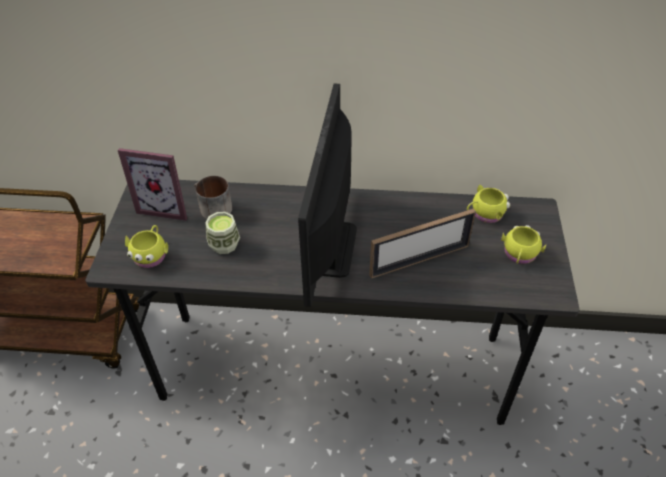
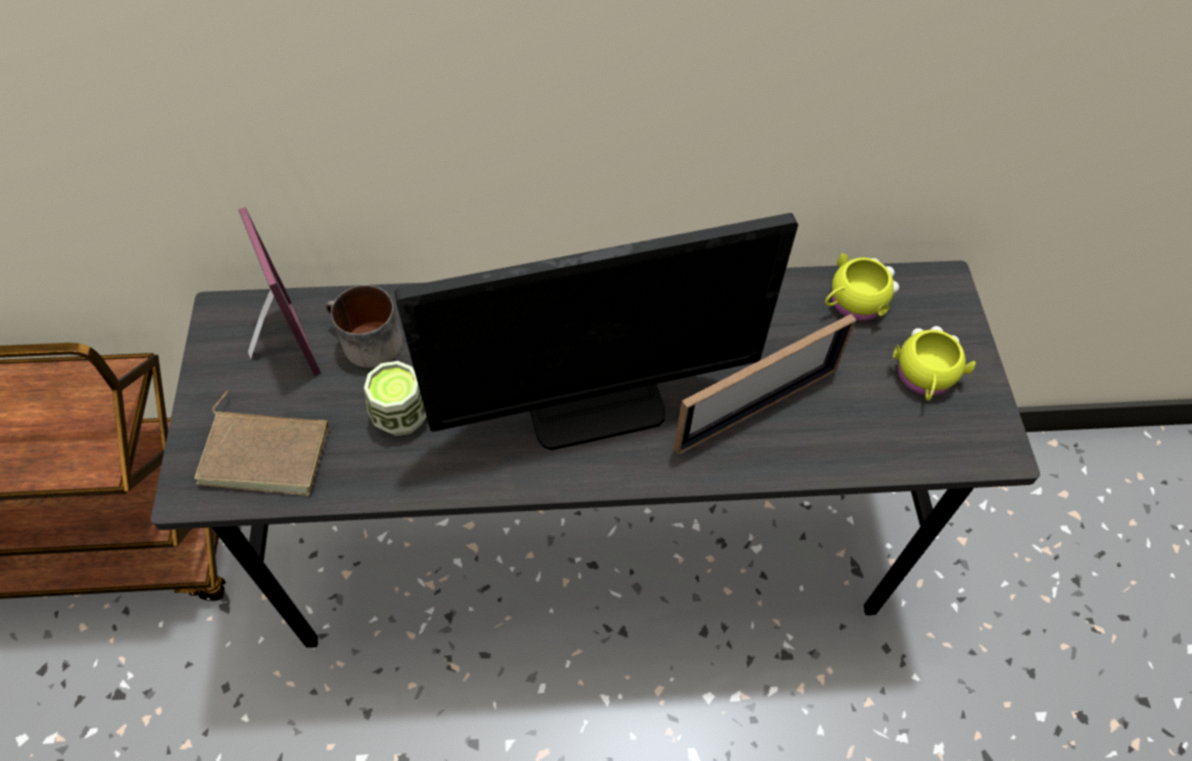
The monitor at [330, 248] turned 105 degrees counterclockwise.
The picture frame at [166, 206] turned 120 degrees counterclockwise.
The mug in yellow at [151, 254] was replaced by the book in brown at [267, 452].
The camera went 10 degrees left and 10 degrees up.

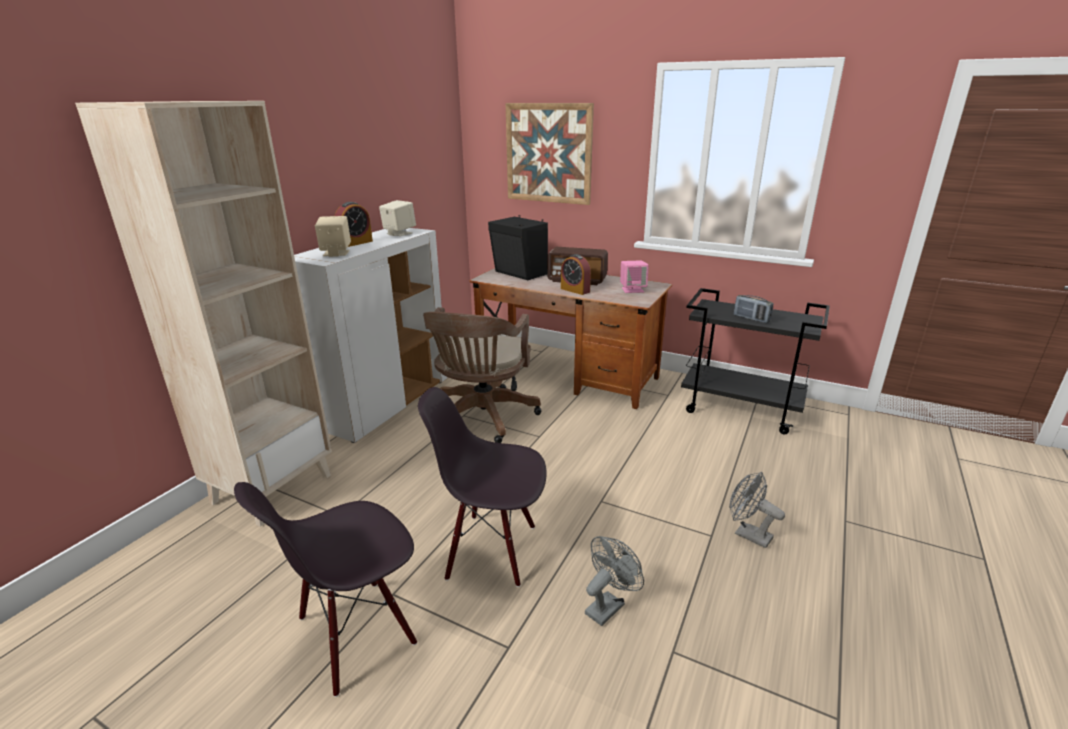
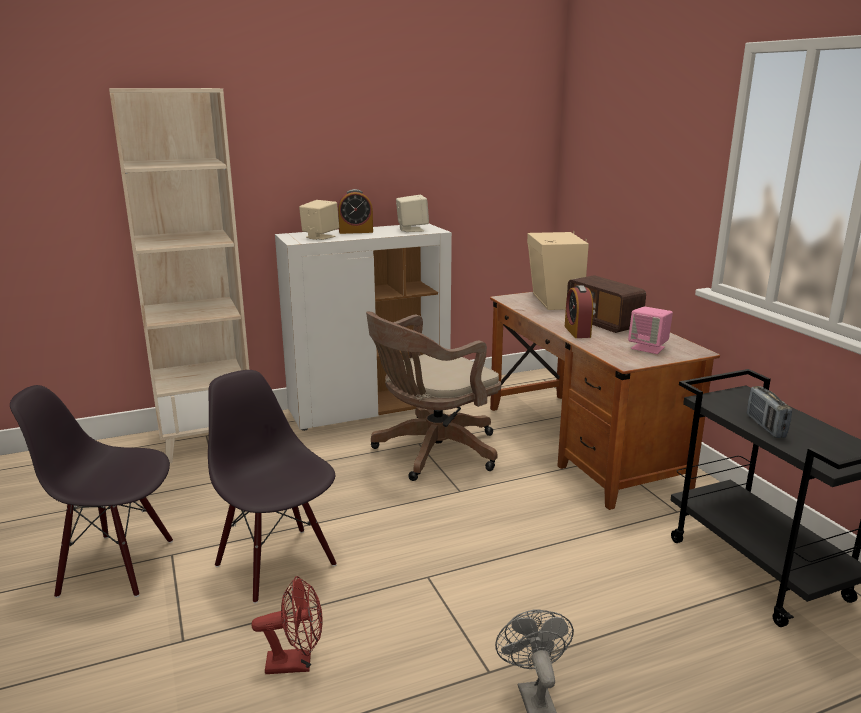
The picture at [548, 153] disappeared.
The speaker in black at [520, 273] became the speaker in beige at [554, 301].
The fan in grey at [608, 605] became the fan in red at [296, 663].
The camera went 40 degrees right and 5 degrees down.

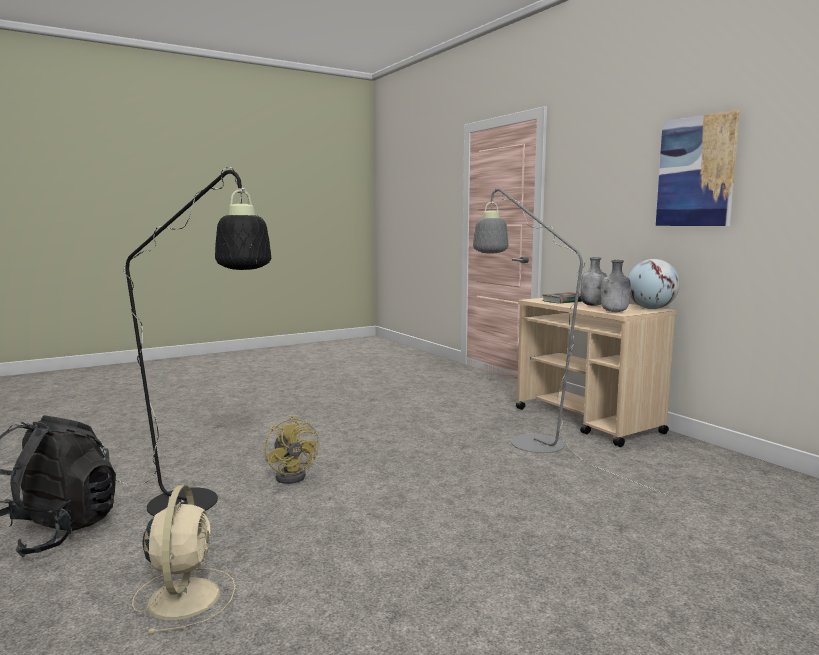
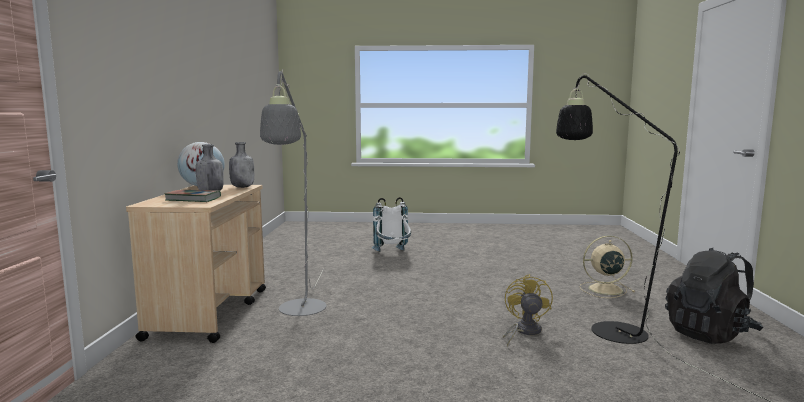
The picture at [696, 171] disappeared.
The fan in beige at [185, 596] turned 60 degrees clockwise.
The backpack in white at [393, 254] appeared.
The camera went 145 degrees left and 0 degrees up.

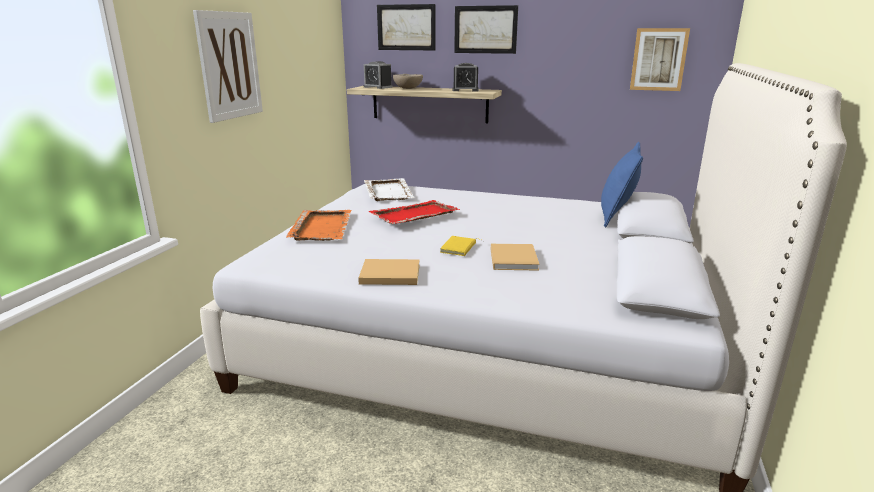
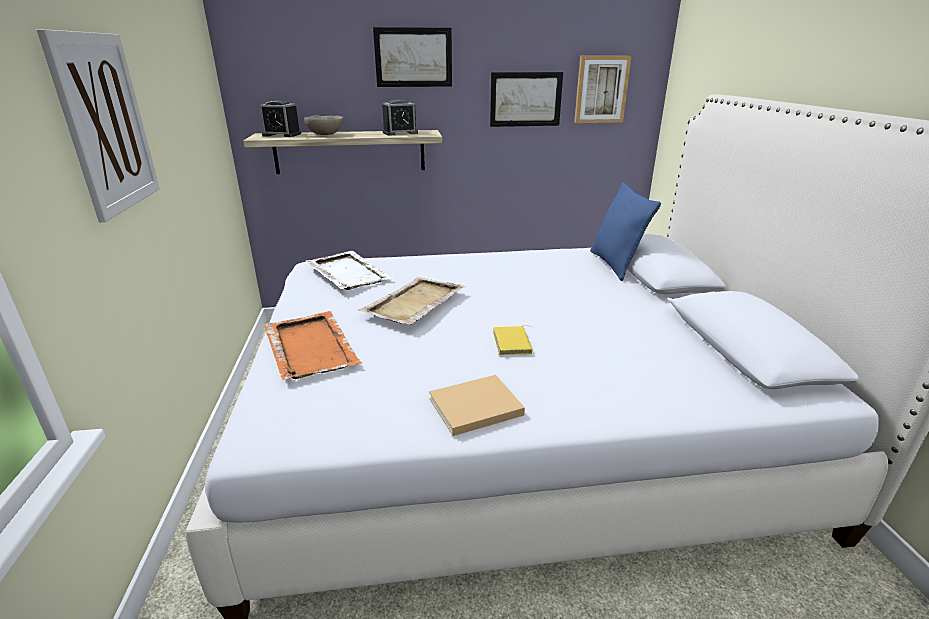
The picture moved from [406, 27] to [525, 99].
The tray in red at [413, 215] became the tray in beige at [413, 303].
The book in beige at [513, 258] disappeared.
The camera went 25 degrees left and 5 degrees up.

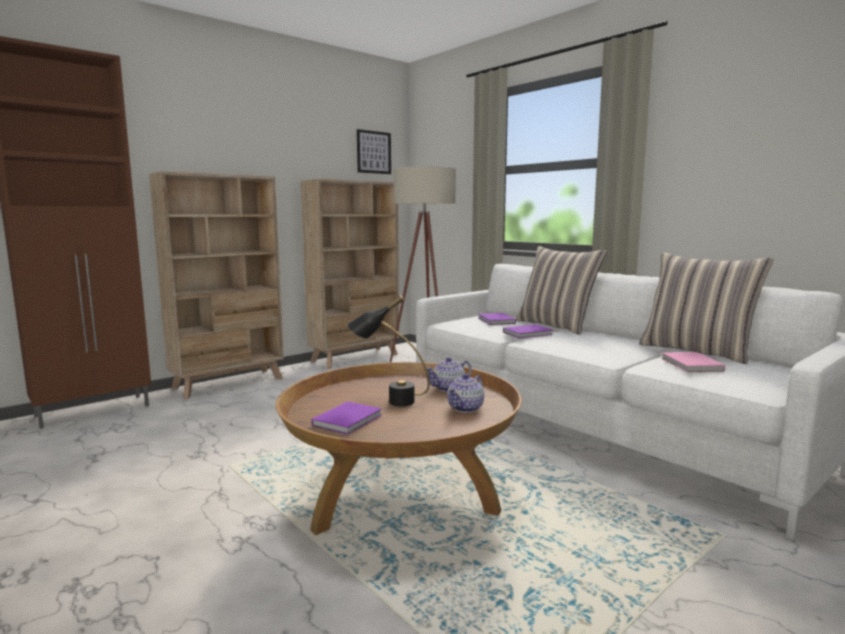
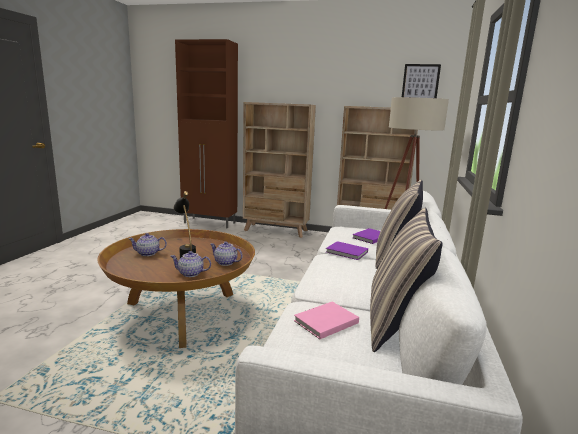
The book in purple at [349, 420] was replaced by the teapot at [148, 253].
The camera went 55 degrees right and 5 degrees up.

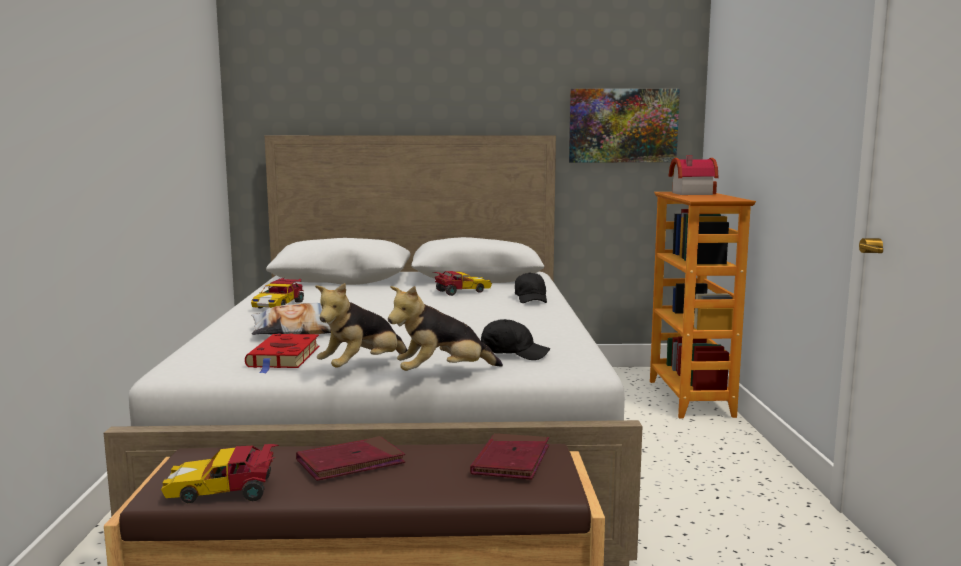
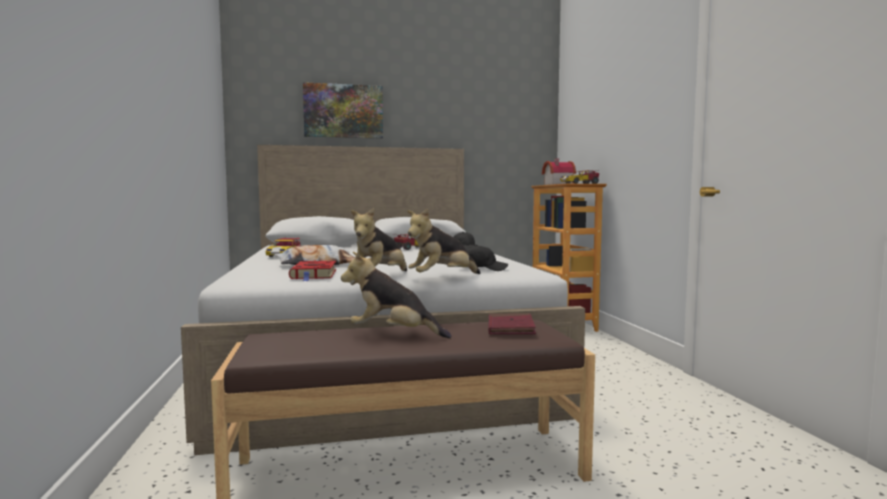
The picture moved from [623, 125] to [343, 111].
The book in red at [350, 463] was replaced by the plush toy at [393, 334].
The toy car moved from [225, 491] to [580, 184].
The camera went 10 degrees left and 5 degrees down.

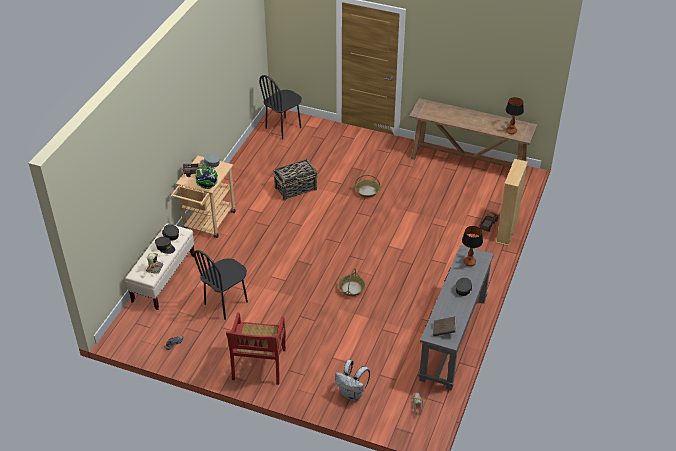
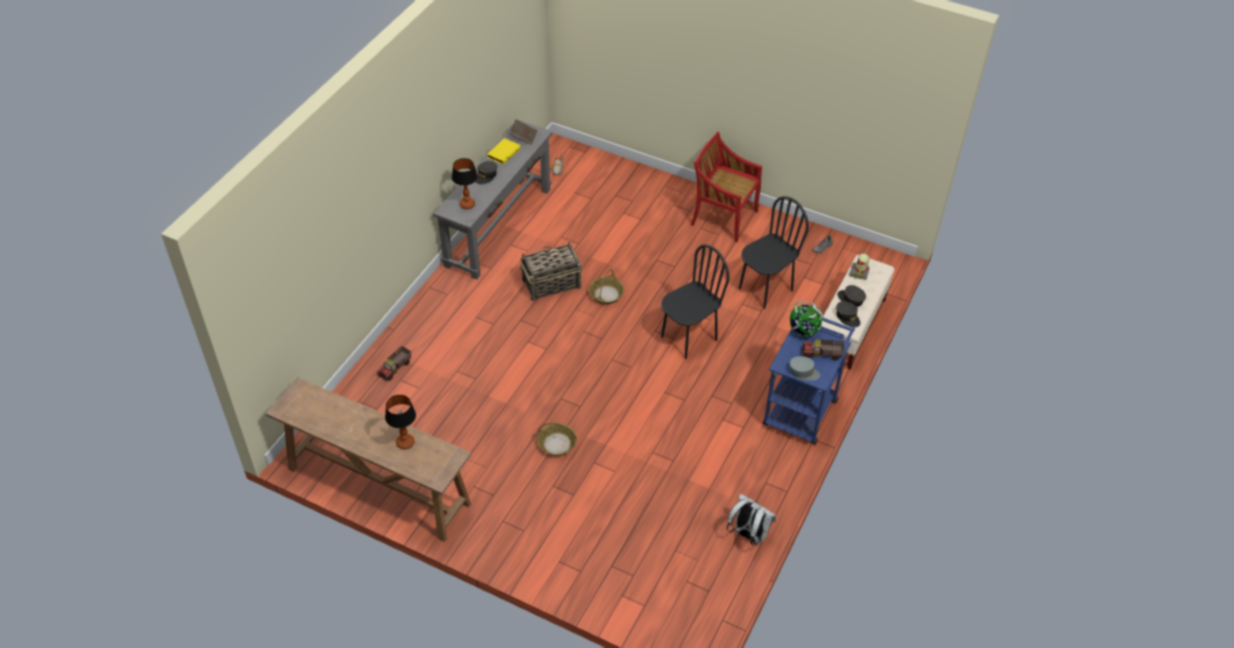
The chair in black moved from [283, 128] to [688, 338].
The table lamp moved from [511, 131] to [405, 443].
The cart in beige at [207, 223] became the cart in blue at [802, 407].
The basket moved from [296, 188] to [551, 284].
The bookcase in beige at [507, 231] disappeared.
The chair in red at [259, 365] turned 75 degrees counterclockwise.
The backpack in white moved from [352, 394] to [748, 535].
The book in yellow at [503, 152] appeared.
The camera went 175 degrees left and 5 degrees up.

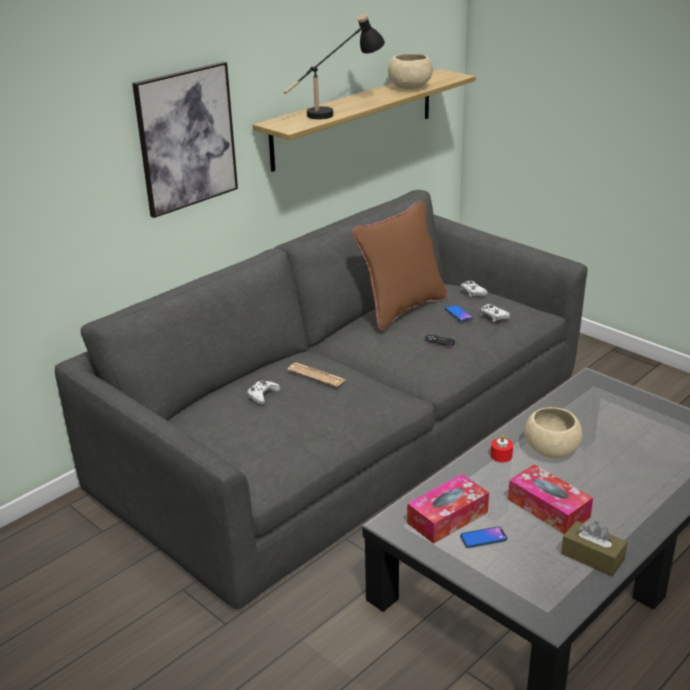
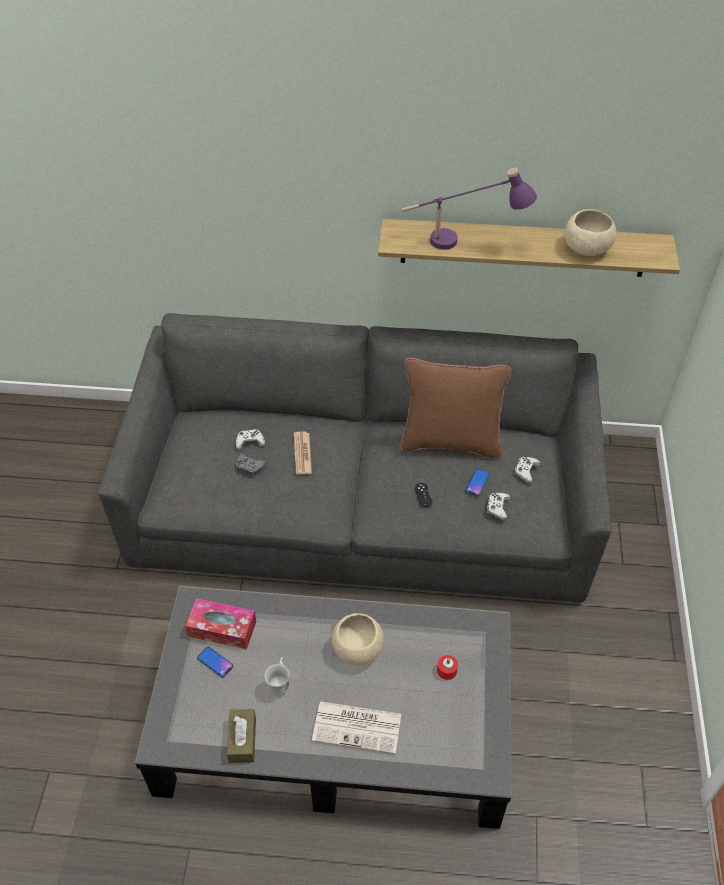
The table lamp in black at [335, 111] became the table lamp in purple at [463, 243].
The picture at [186, 138] disappeared.
The candle in red moved from [501, 455] to [447, 670].
The tissue box at [548, 508] was replaced by the mug in white at [280, 684].
The game controller in grey at [249, 467] appeared.
The newspaper at [358, 727] appeared.
The camera went 50 degrees right and 20 degrees up.

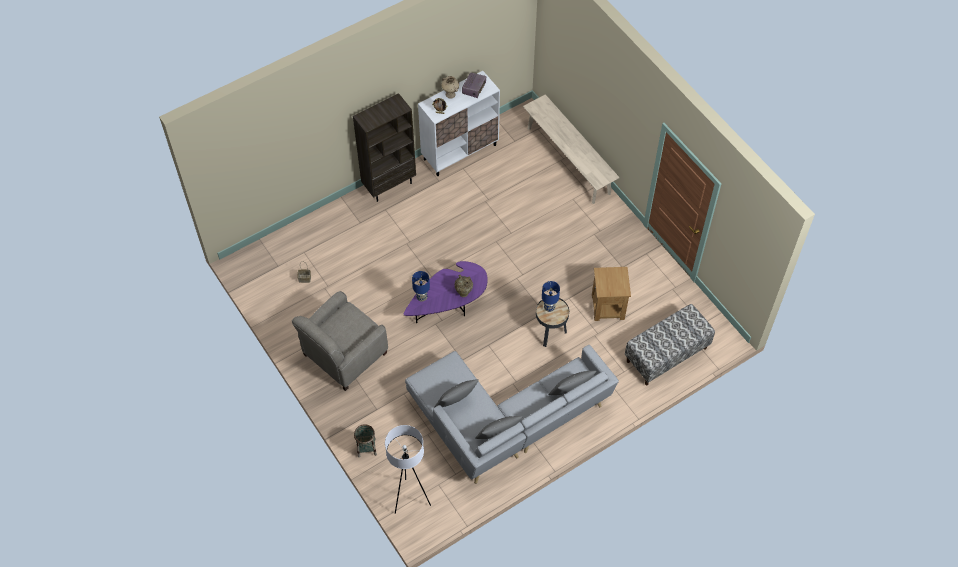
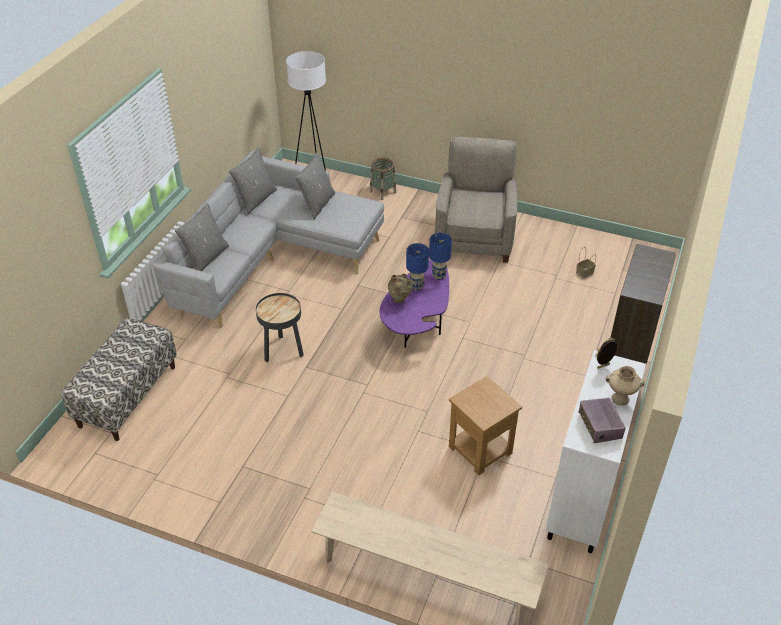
The side table in brown moved from [608, 307] to [479, 449].
The table lamp in blue moved from [549, 308] to [416, 286].
The camera went 145 degrees right and 15 degrees down.

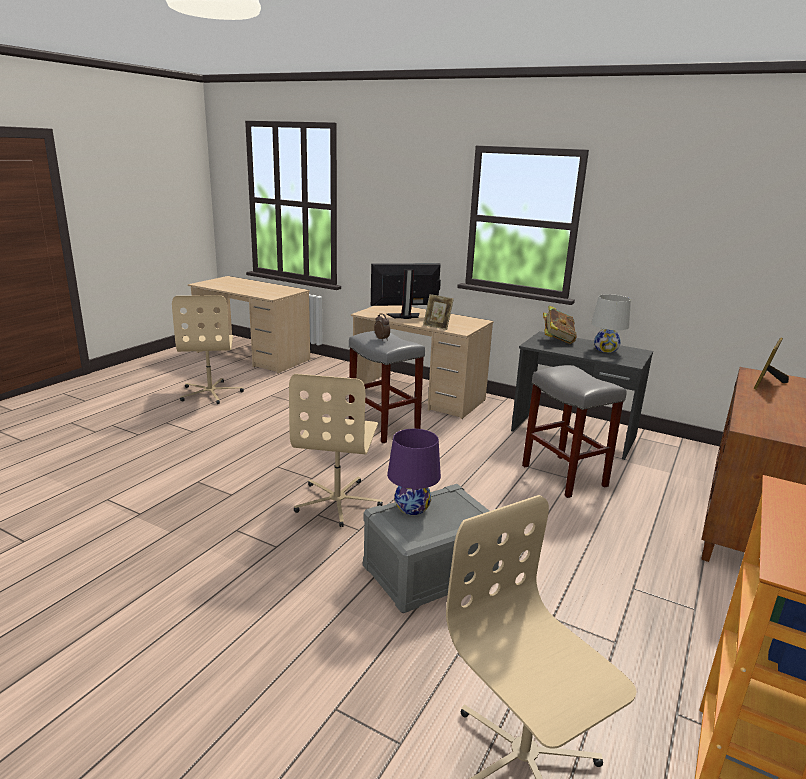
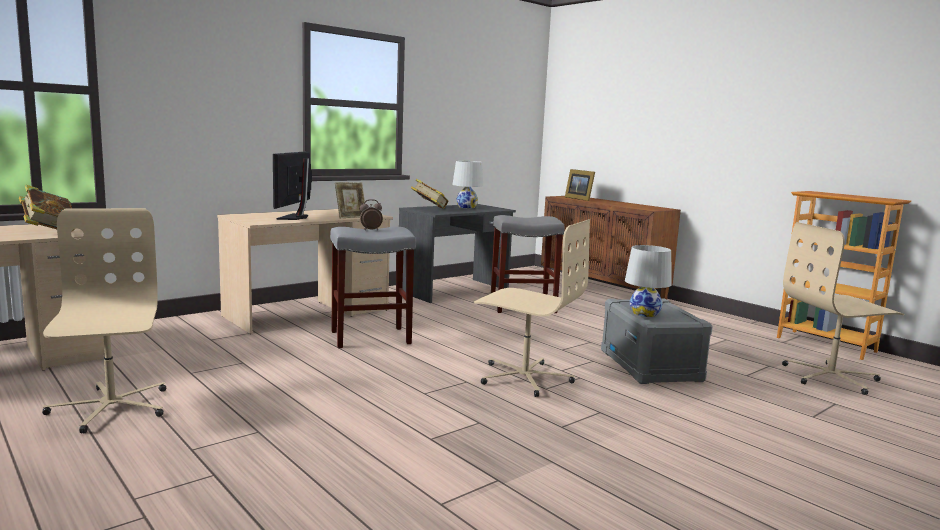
The office chair in beige at [211, 393] turned 120 degrees counterclockwise.
The table lamp in purple at [412, 507] became the table lamp in white at [644, 313].
The book at [49, 231] appeared.
The camera went 70 degrees left and 10 degrees down.

